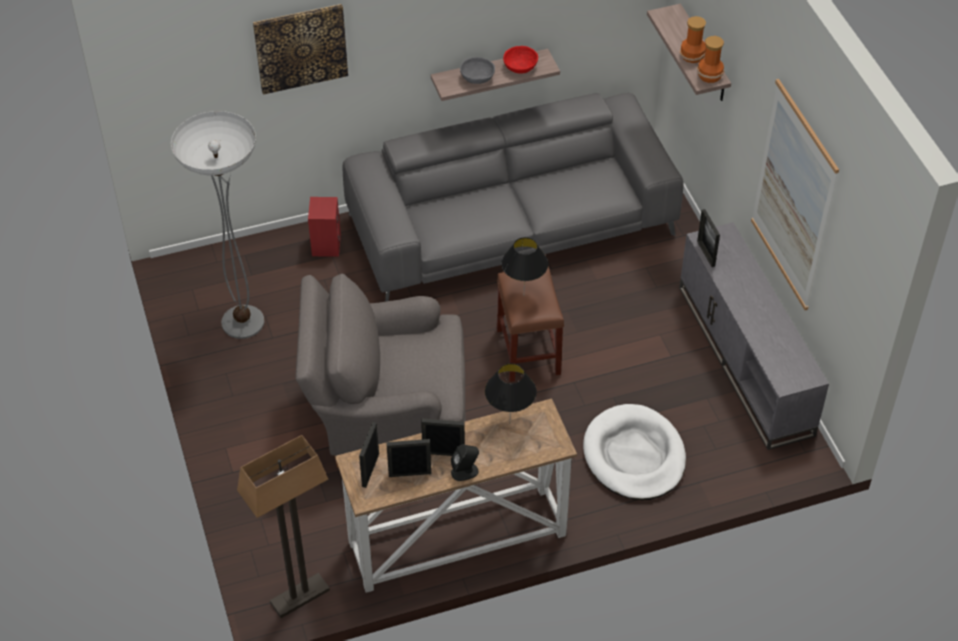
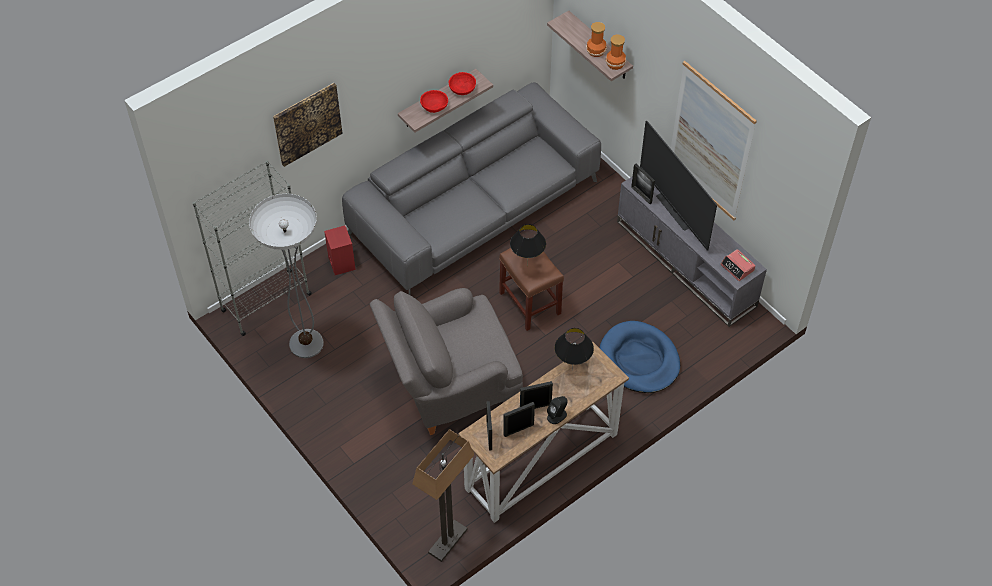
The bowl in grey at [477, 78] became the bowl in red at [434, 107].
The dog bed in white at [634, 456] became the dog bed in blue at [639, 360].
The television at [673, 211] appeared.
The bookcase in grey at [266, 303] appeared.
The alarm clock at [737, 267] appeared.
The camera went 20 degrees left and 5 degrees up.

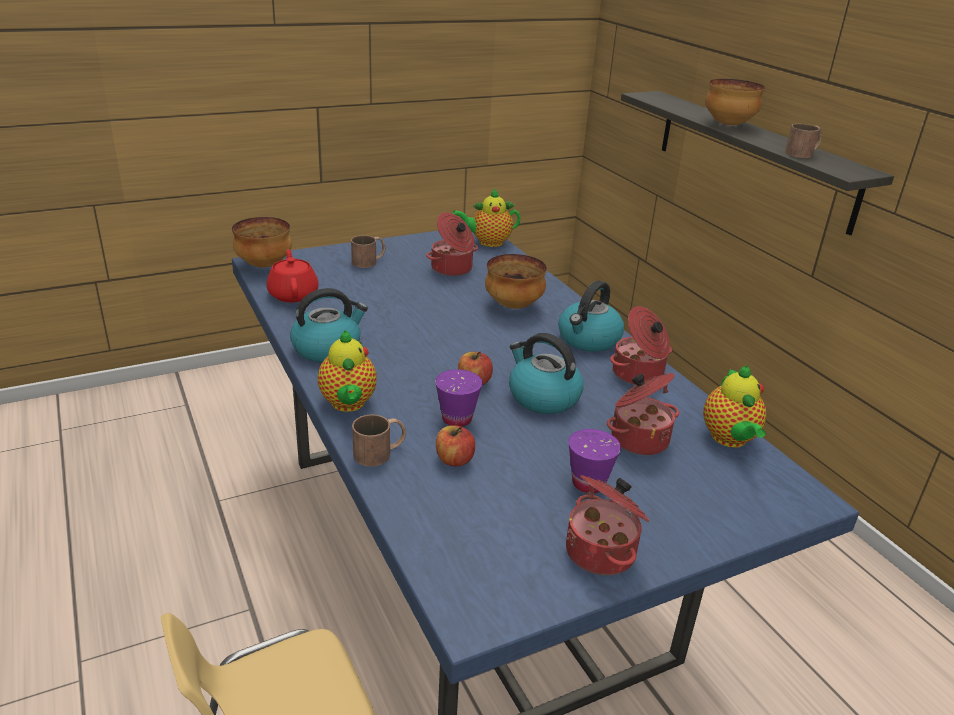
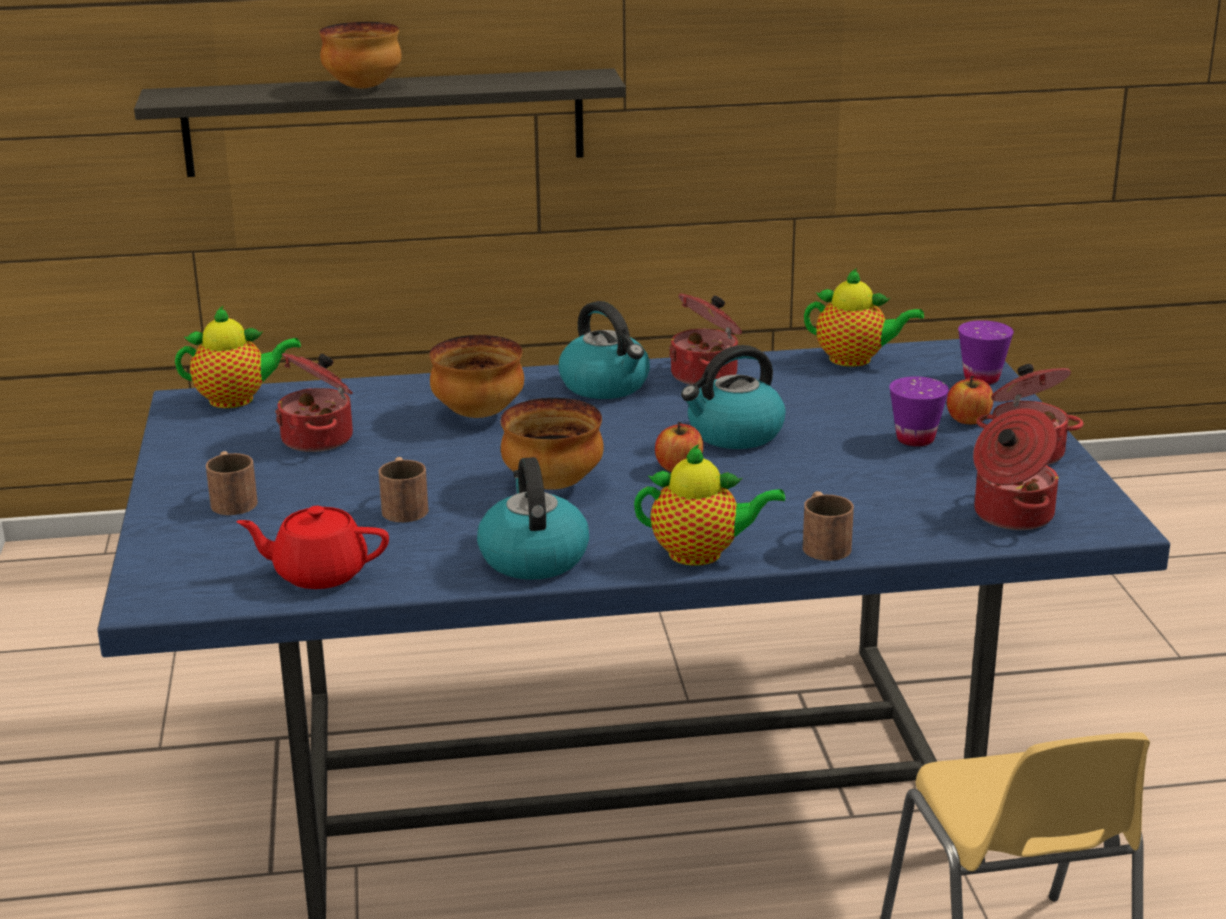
The mug in brown moved from [803, 153] to [403, 506].
The teapot at [488, 242] turned 105 degrees counterclockwise.
The bowl moved from [265, 265] to [553, 484].
The cup in purple moved from [457, 419] to [981, 378].
The cooking pot moved from [638, 438] to [1011, 515].
The apple moved from [454, 460] to [968, 420].
The camera went 70 degrees left and 5 degrees down.

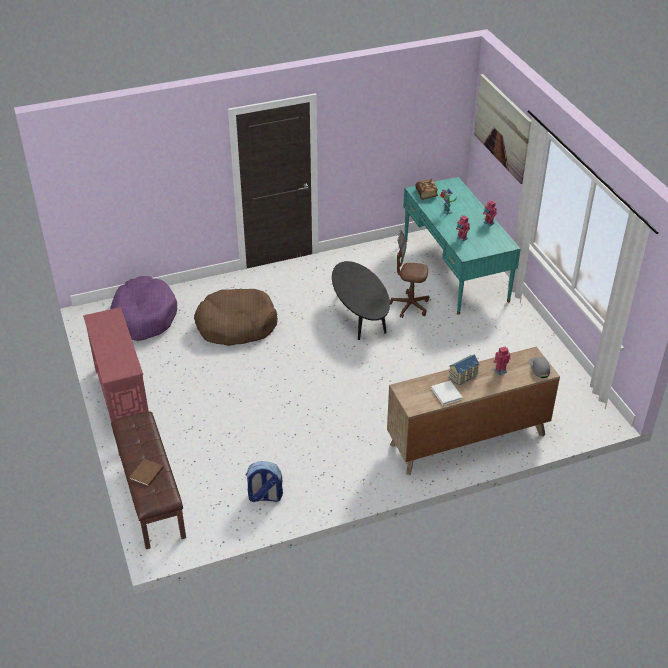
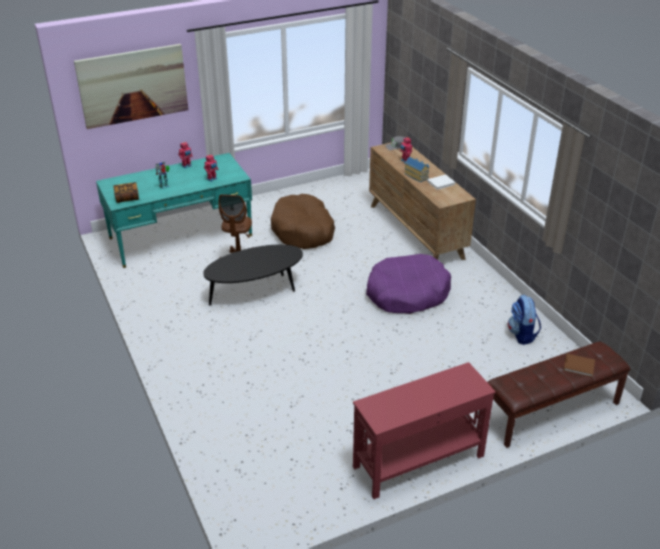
The dog bed in purple moved from [144, 316] to [407, 293].
The dog bed in brown moved from [236, 325] to [303, 231].
The camera went 95 degrees left and 5 degrees down.

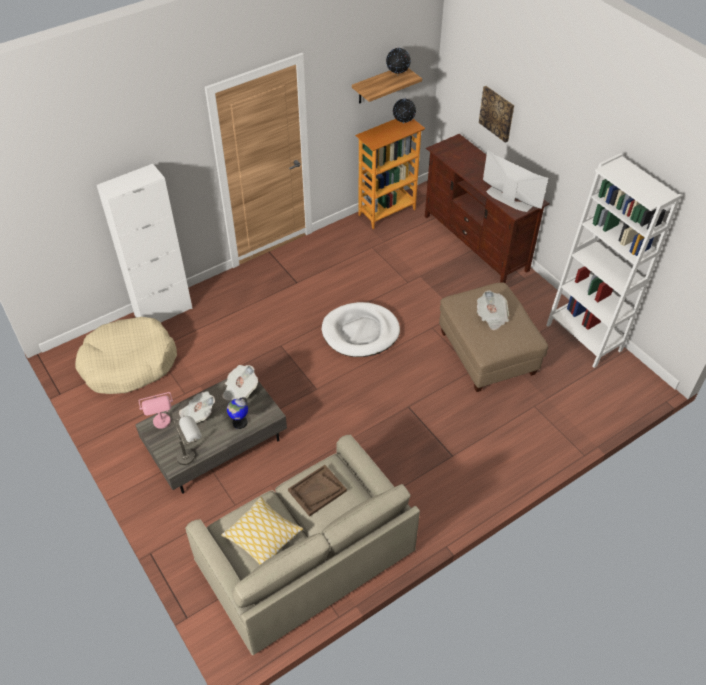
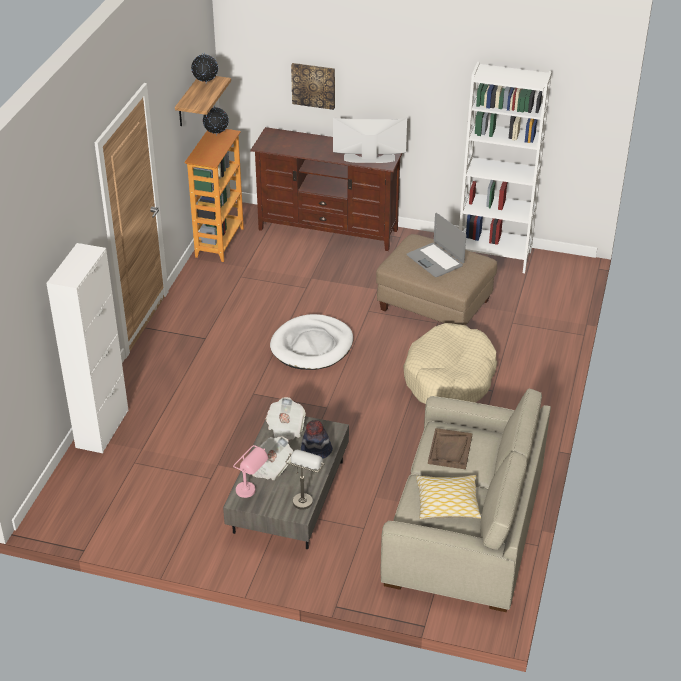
The newspaper at [491, 317] was replaced by the laptop at [435, 260].
The dog bed in beige moved from [128, 364] to [449, 378].
The globe at [239, 422] was replaced by the hat at [316, 451].
The camera went 40 degrees left and 10 degrees down.

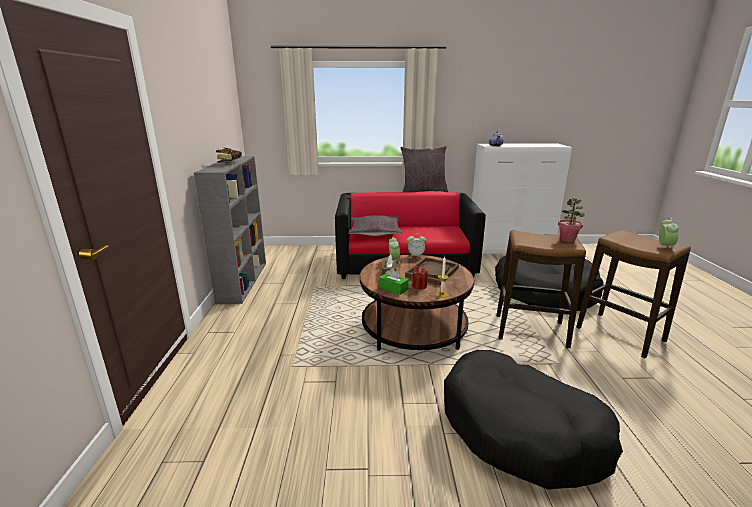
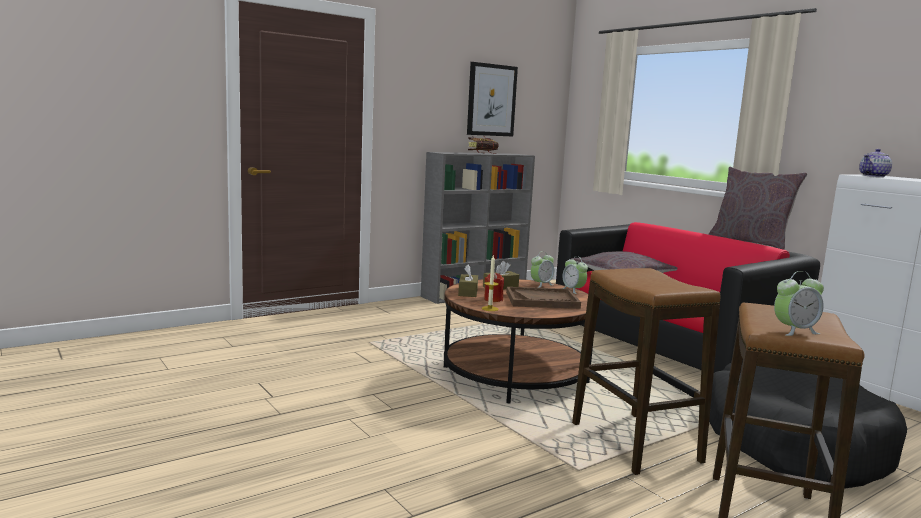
The potted plant at [567, 239] disappeared.
The tissue box in green at [393, 288] became the tissue box in brown at [468, 292].
The dog bed in black at [521, 430] disappeared.
The picture at [491, 100] appeared.
The camera went 55 degrees right and 10 degrees down.

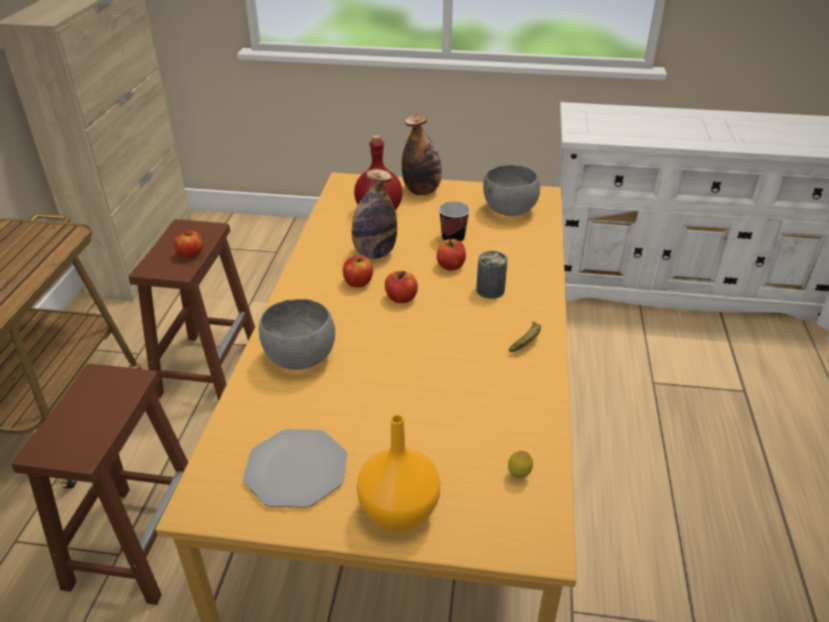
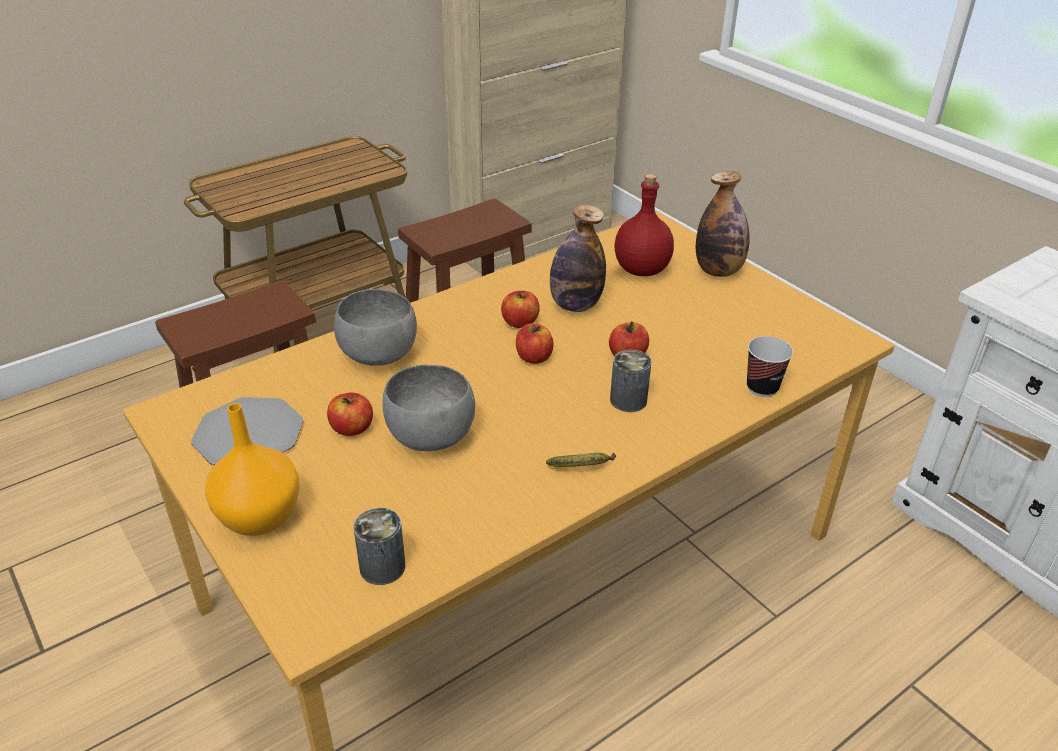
The bowl in grey moved from [508, 211] to [429, 437].
The cup moved from [453, 238] to [762, 387].
The apple moved from [190, 254] to [352, 428].
The lemon at [518, 476] was replaced by the can at [382, 567].
The camera went 45 degrees right and 0 degrees up.

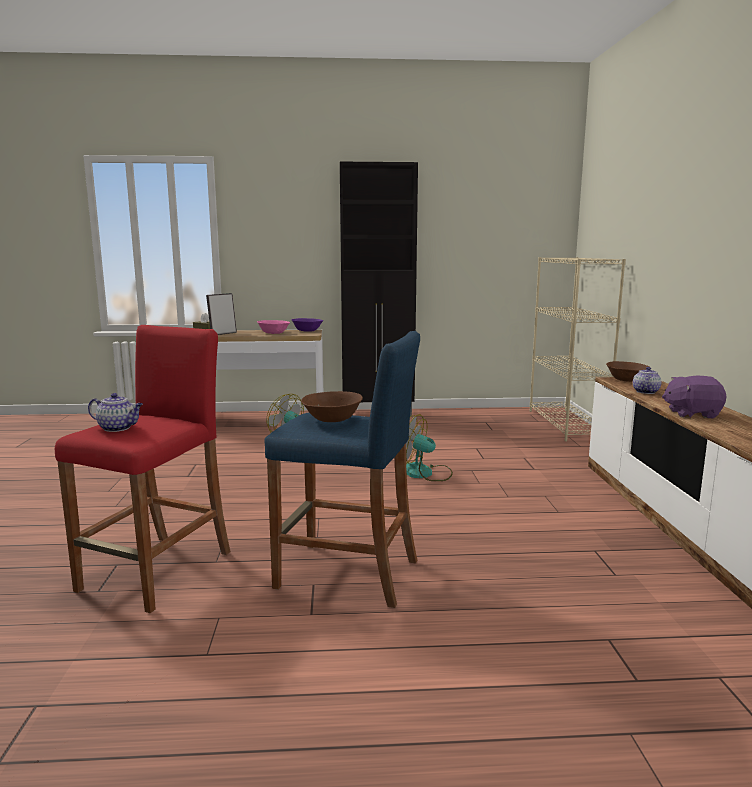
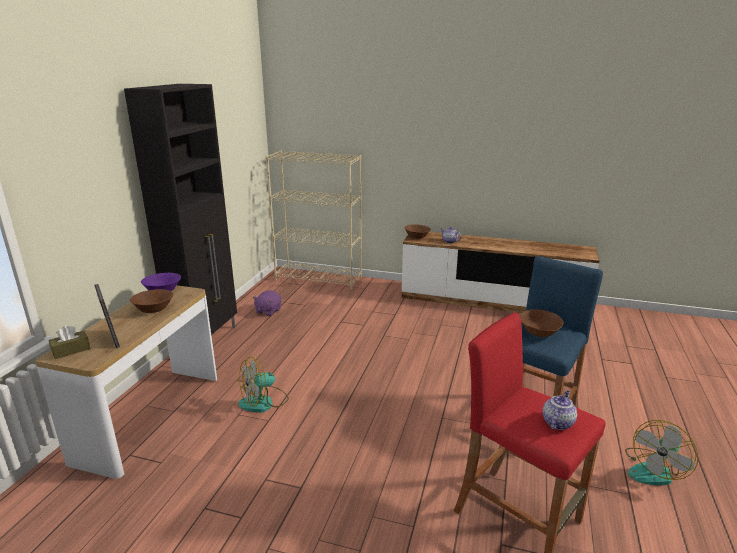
The bowl in pink at [273, 333] became the bowl in brown at [154, 309].
The plush toy in purple moved from [691, 414] to [268, 311].
The fan moved from [424, 473] to [654, 470].
The camera went 70 degrees left and 10 degrees up.

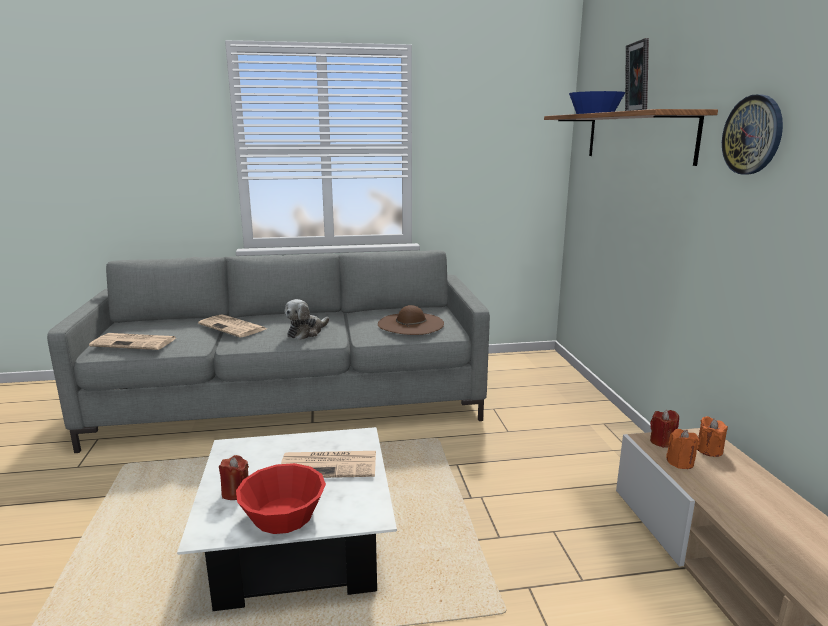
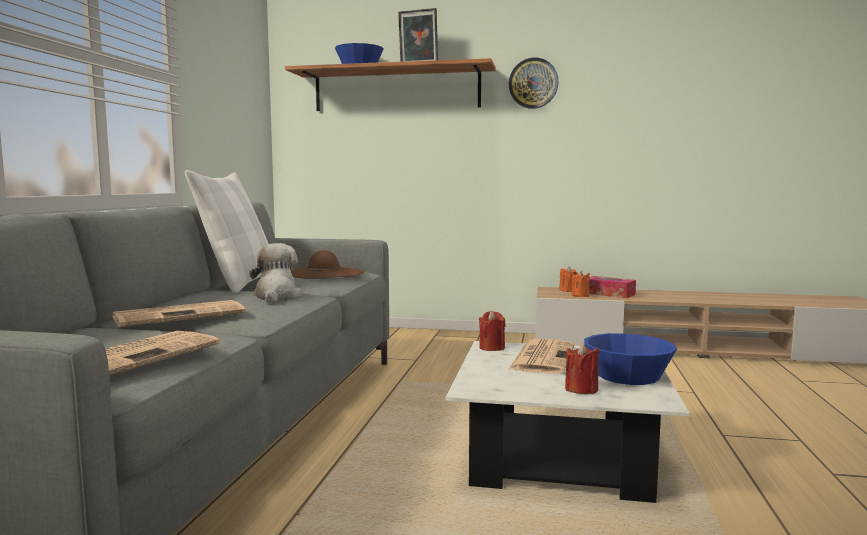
The plush toy at [306, 332] turned 150 degrees counterclockwise.
The candle in red moved from [662, 442] to [492, 348].
The bowl in red at [283, 515] became the bowl in blue at [628, 375].
The pillow in white at [239, 283] appeared.
The tissue box at [609, 294] appeared.
The camera went 70 degrees left and 10 degrees down.

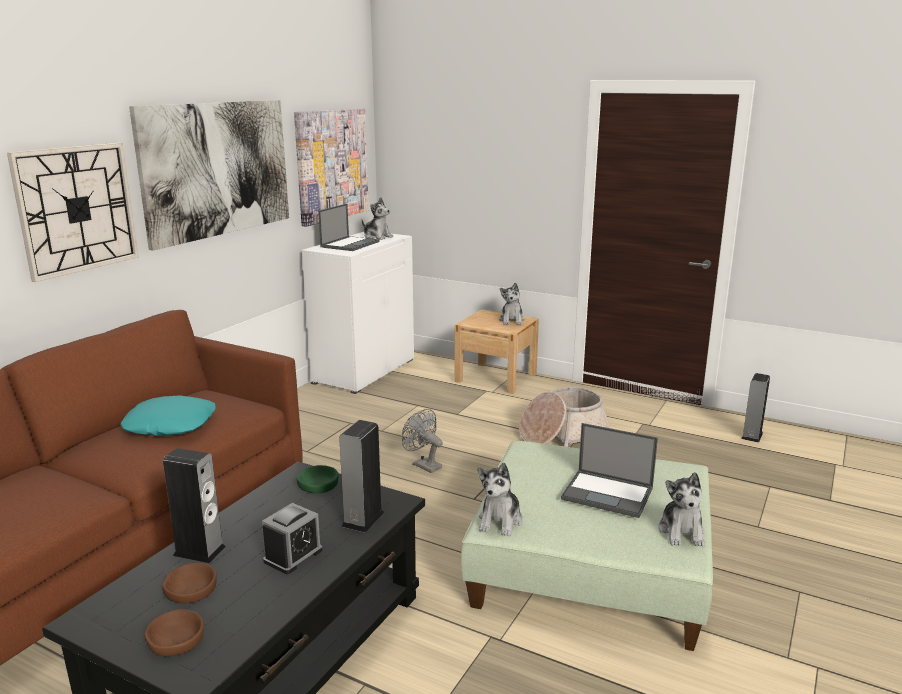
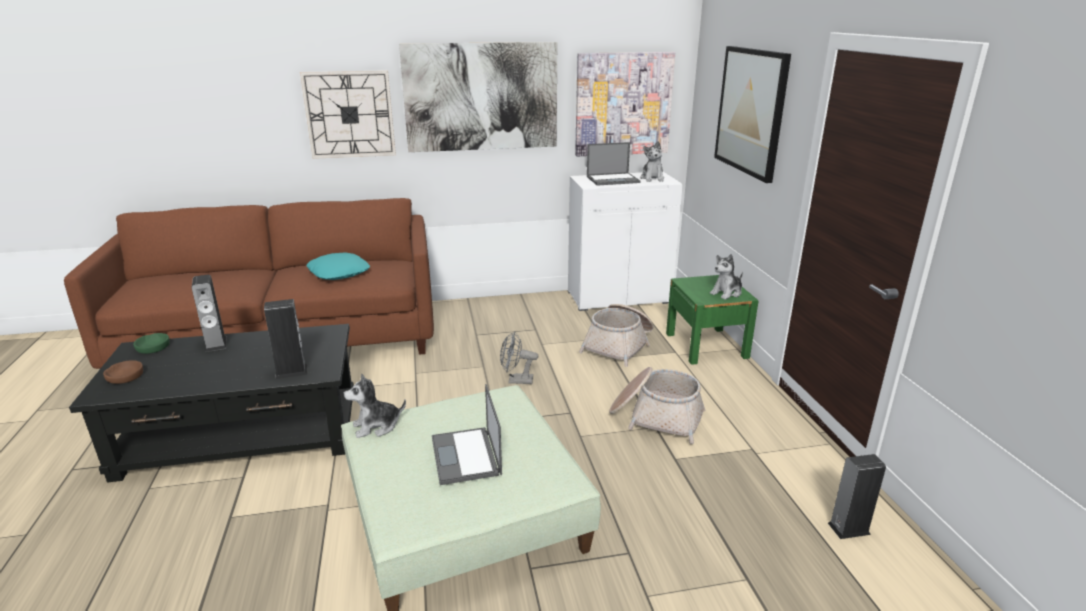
The nightstand in beige at [496, 377] became the nightstand in green at [706, 345].
The fan in grey at [423, 465] turned 90 degrees counterclockwise.
The bowl in green moved from [318, 484] to [153, 347].
The plush toy at [681, 532] disappeared.
The alarm clock at [293, 556] disappeared.
The bowl in brown at [190, 589] disappeared.
The picture at [751, 111] appeared.
The basket at [619, 345] appeared.
The camera went 50 degrees right and 5 degrees up.

